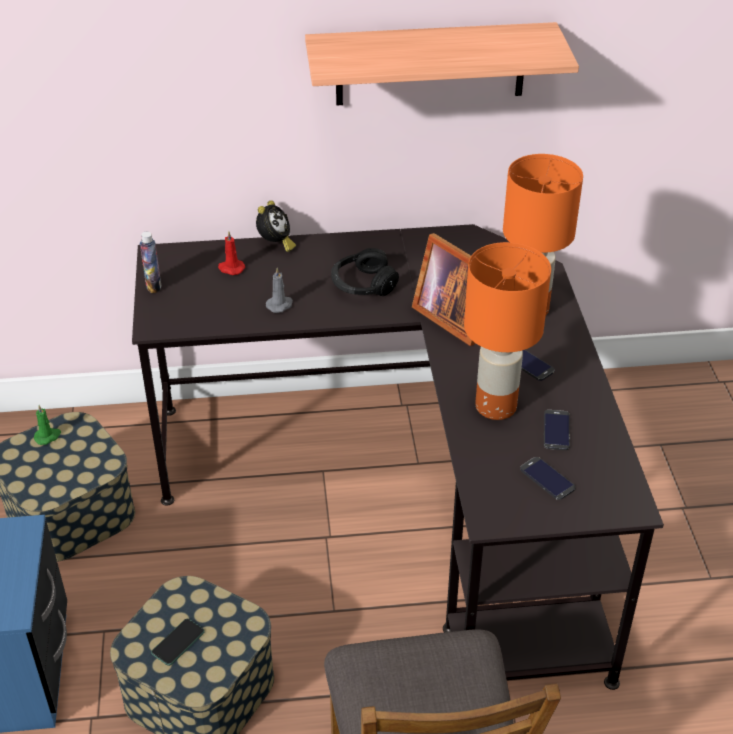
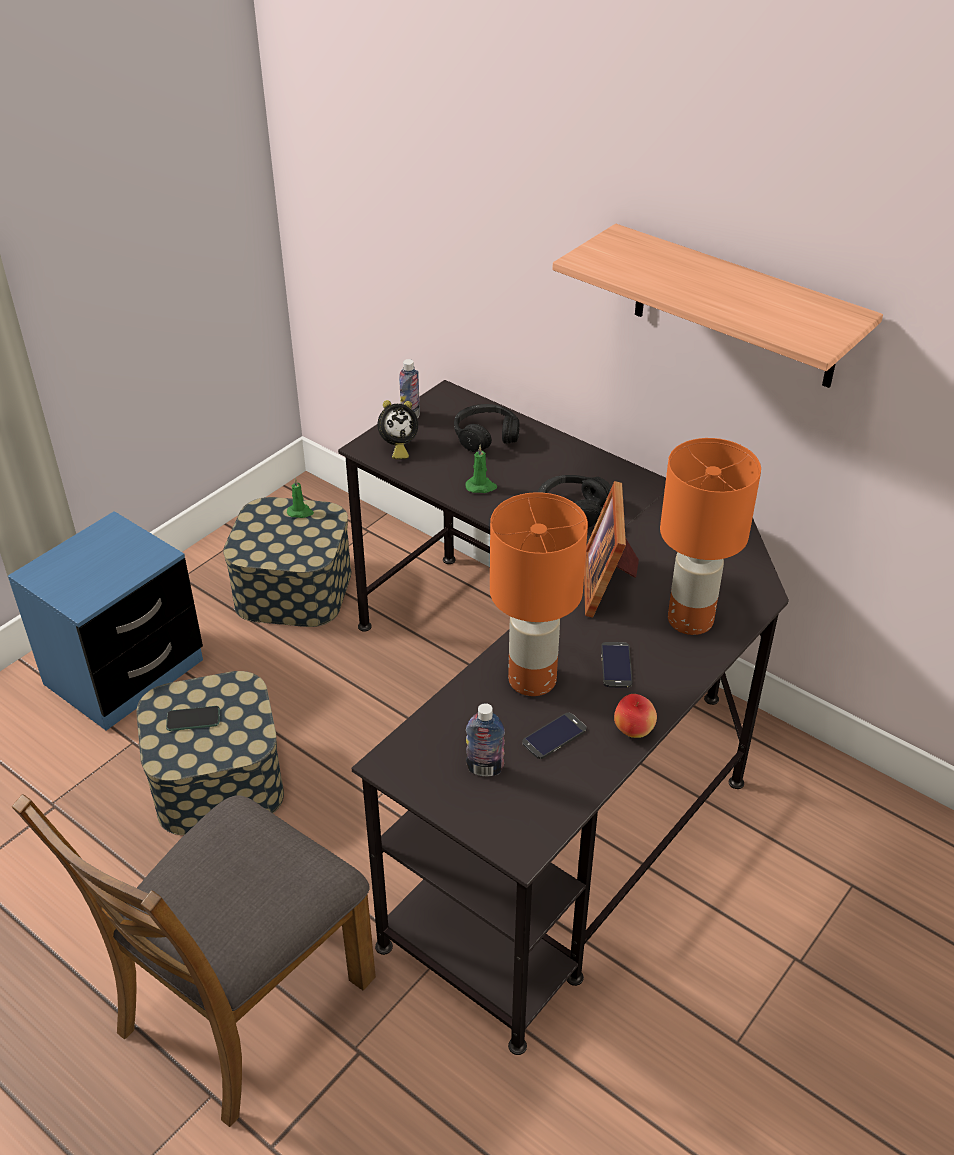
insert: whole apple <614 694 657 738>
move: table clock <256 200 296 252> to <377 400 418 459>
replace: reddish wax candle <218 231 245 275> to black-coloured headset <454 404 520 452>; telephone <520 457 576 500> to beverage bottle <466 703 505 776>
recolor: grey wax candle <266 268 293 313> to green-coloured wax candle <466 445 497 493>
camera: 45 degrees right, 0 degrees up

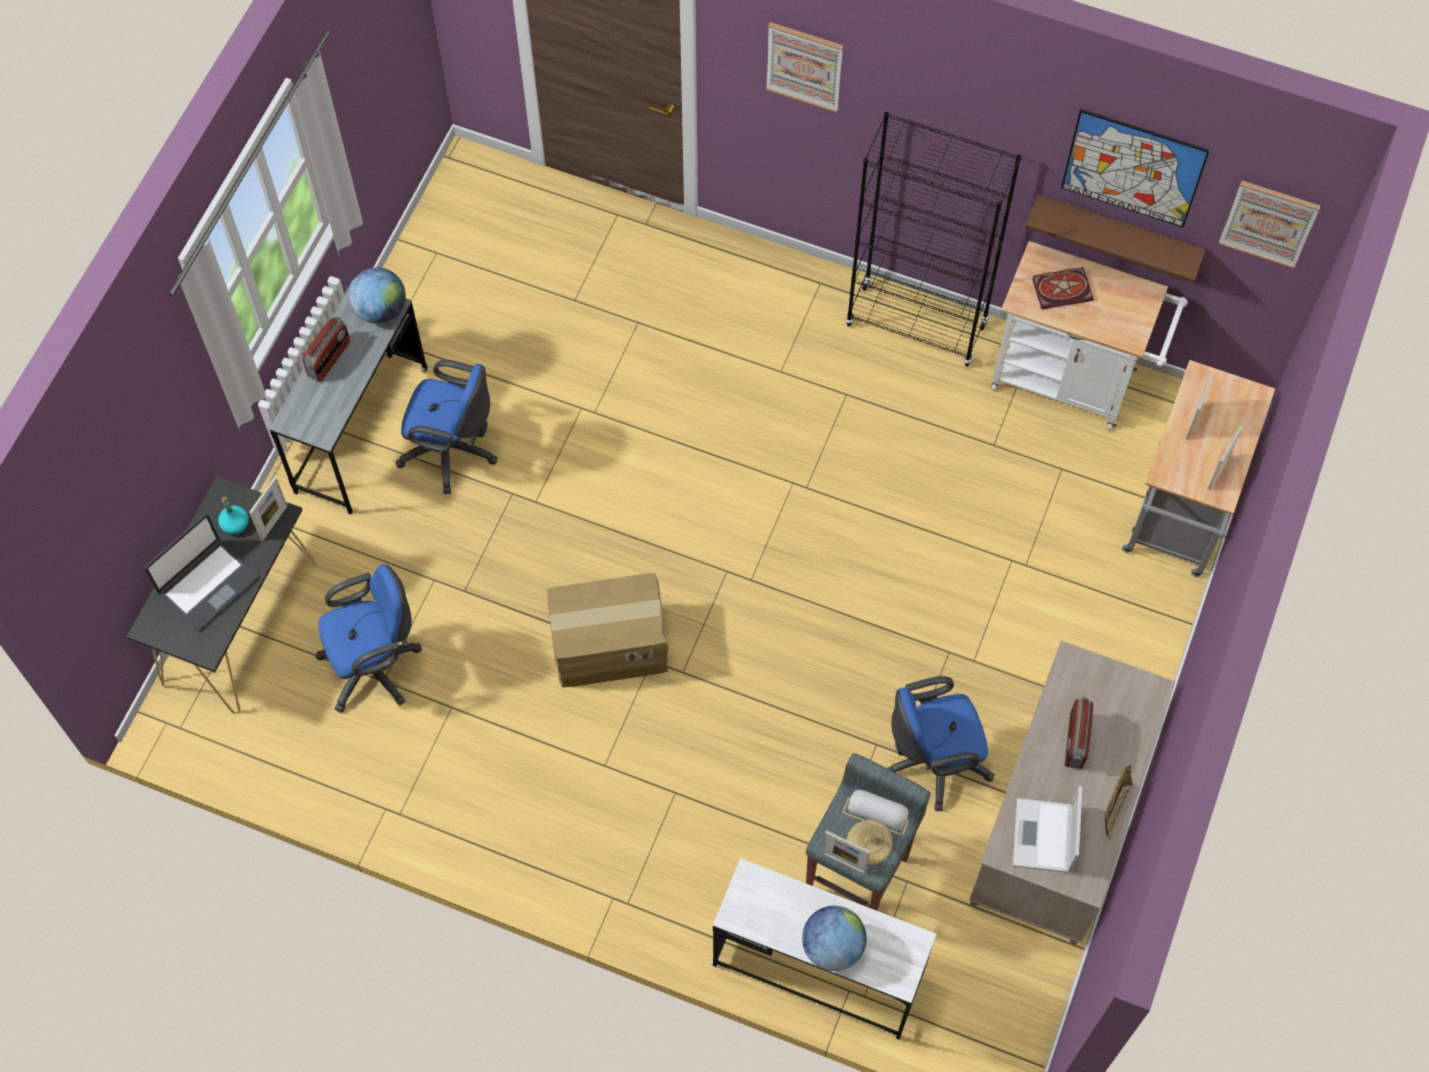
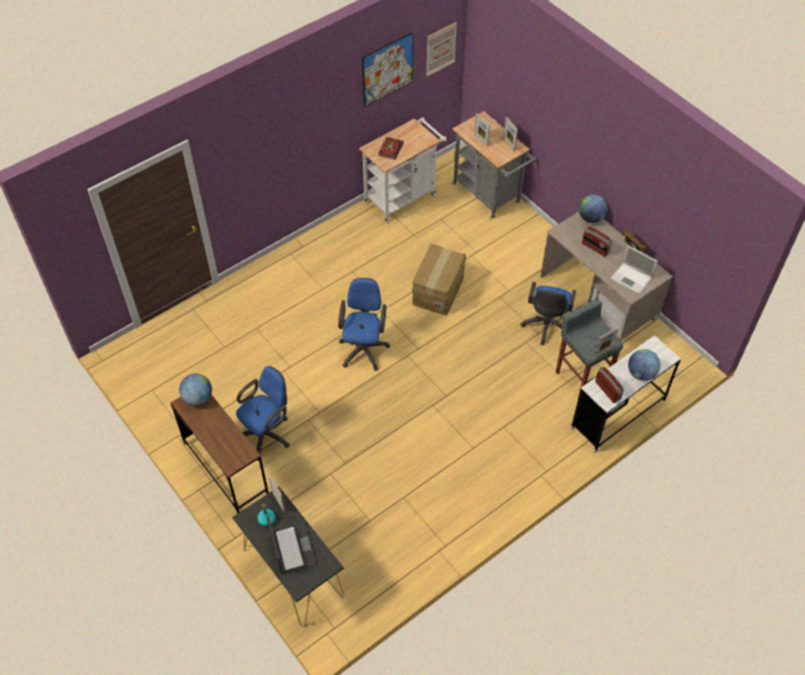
delete: wall art <766 22 843 113>; black-coloured bookshelf <846 112 1021 367>; brown shelf <1025 195 1206 283>; lamp for a table <842 790 909 864>
insert: desk globe <579 194 607 223>
move: radio set <303 317 350 382> to <595 367 624 403>; bluish computer chair <316 564 422 713> to <338 278 390 371>; carton <547 573 668 687> to <412 244 466 315>
recolor: grey desk unit <270 280 428 514> to brown desk unit <171 394 269 513>
camera: 60 degrees left, 10 degrees down

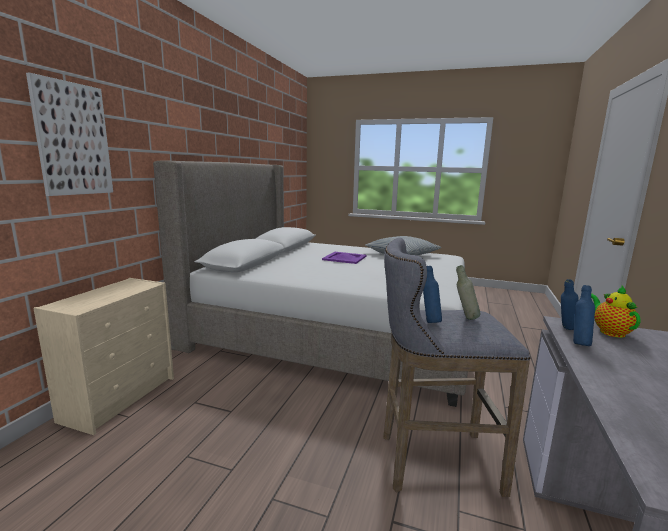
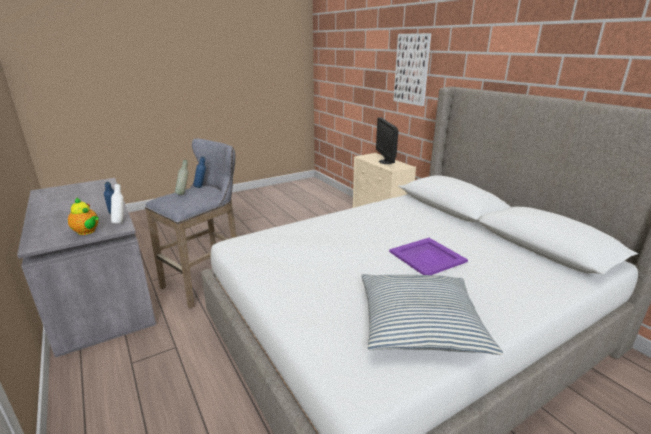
insert: monitor <376 117 398 164>
recolor: bluish beverage bottle <561 279 579 330> to white beverage bottle <111 184 124 224>
camera: 130 degrees right, 10 degrees up

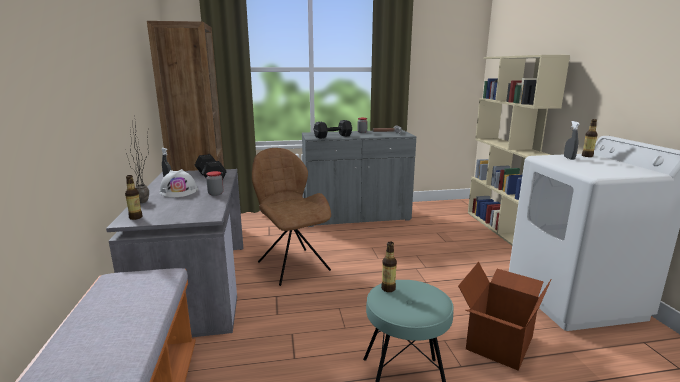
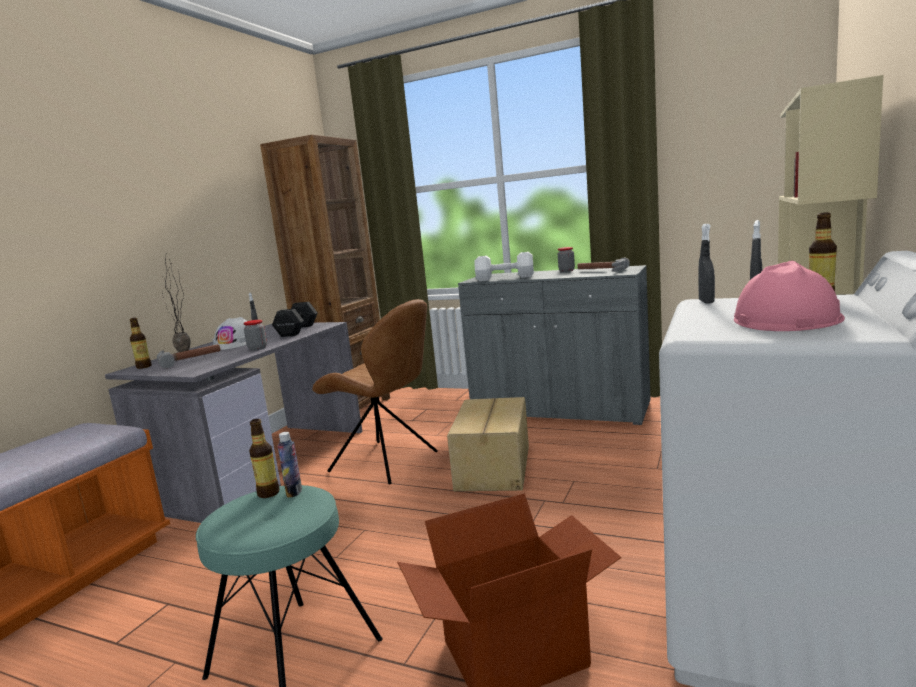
insert: grey hand sprayer <698 224 715 304>; pink work helmet <734 261 845 331>; hammer <157 344 221 368>; carton <447 397 529 491>; beverage bottle <278 432 302 498>
recolor: black-coloured hand weight <313 120 352 139> to white hand weight <474 252 534 281>
rotate: brown upright chair <252 148 331 286> = <312 299 438 485> 120 degrees clockwise
camera: 35 degrees right, 5 degrees down

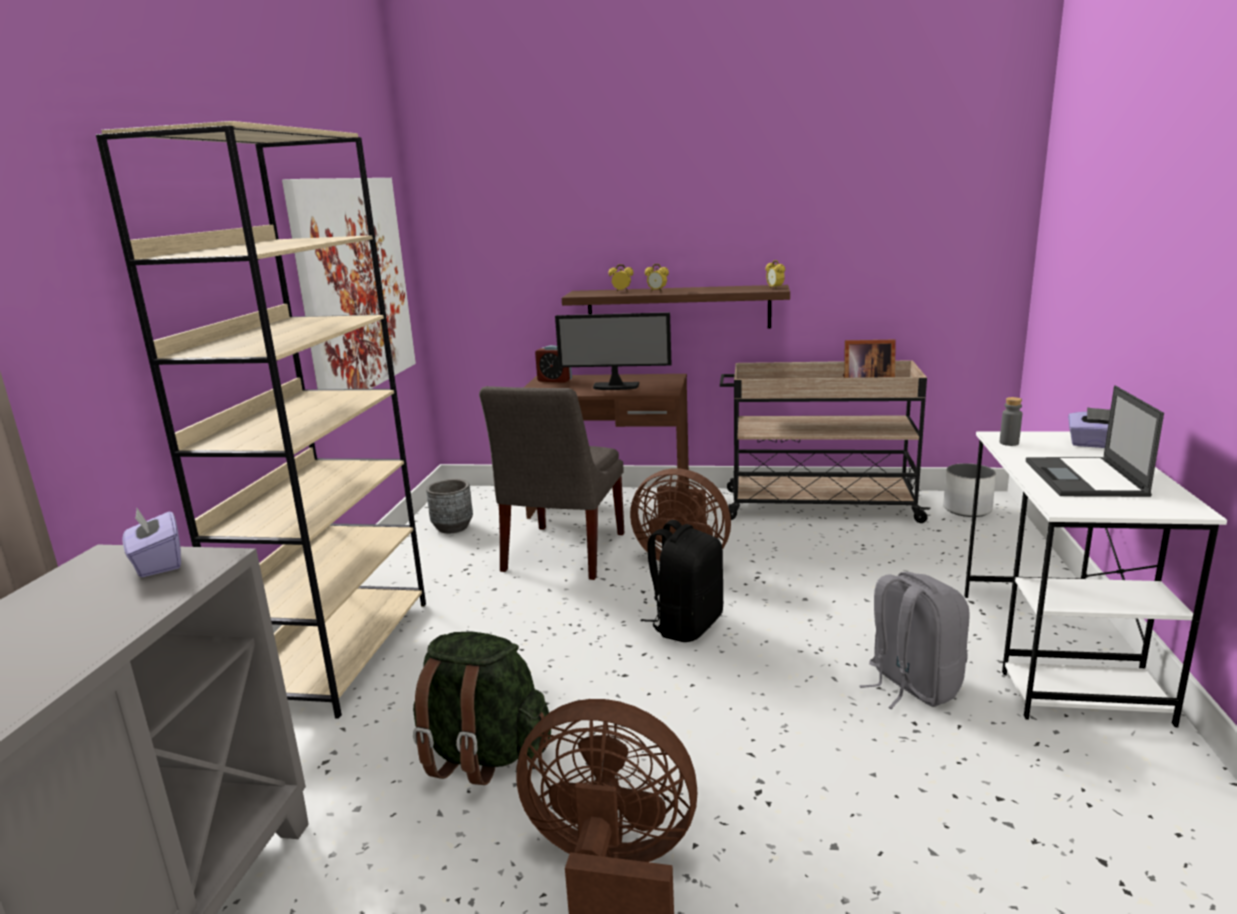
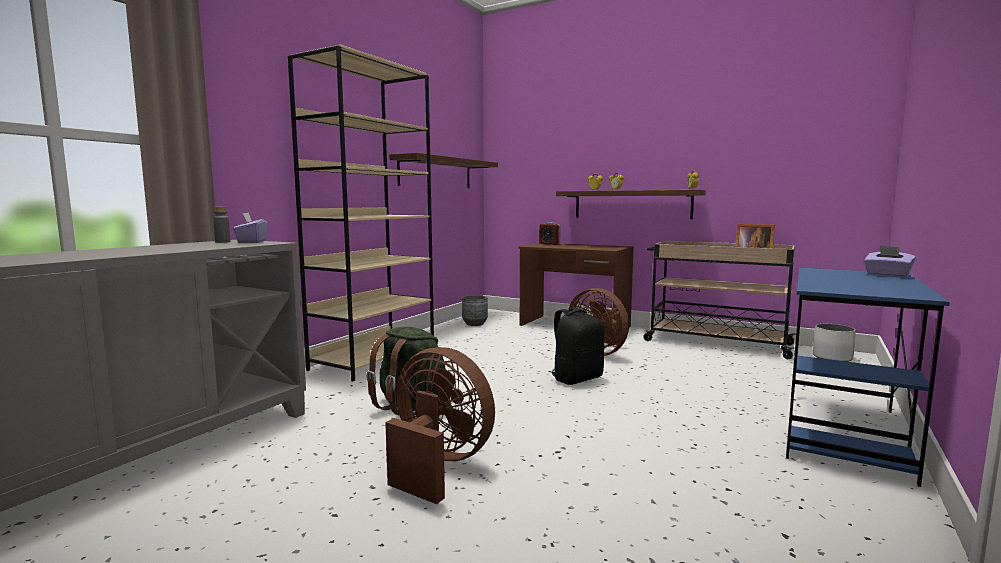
delete: monitor <555 312 672 390>; grey upright chair <479 386 624 580>; laptop <1026 386 1164 497>; grey knapsack <859 572 969 709>
move: grey beverage bottle <1000 397 1022 446> to <213 207 230 243>
replace: wall art <282 178 416 389> to shelf <389 153 498 188>
recolor: white desk unit <964 431 1227 727> to bluish desk unit <786 268 950 487>
camera: 20 degrees right, 10 degrees down

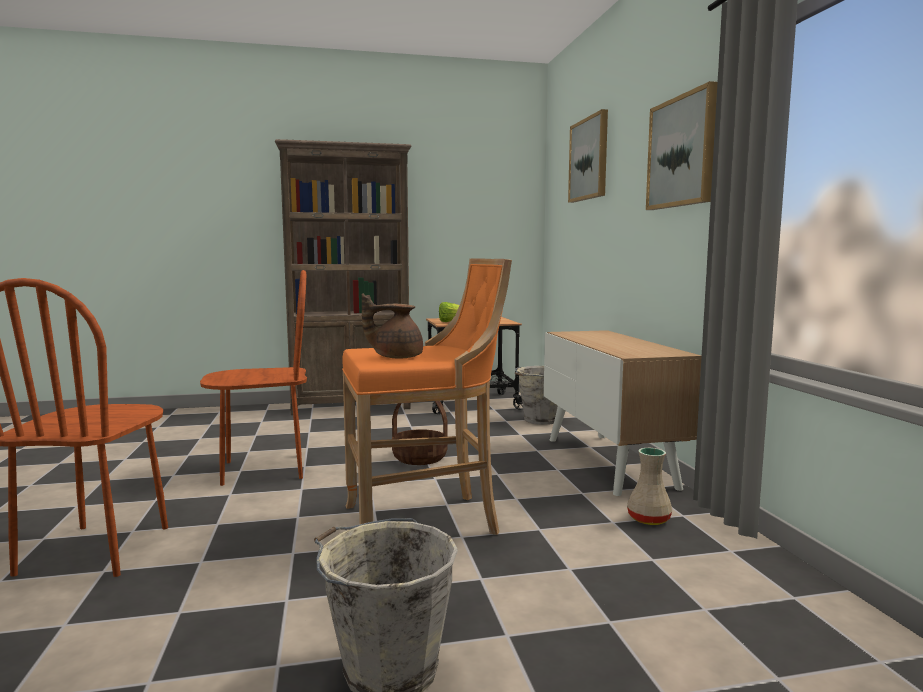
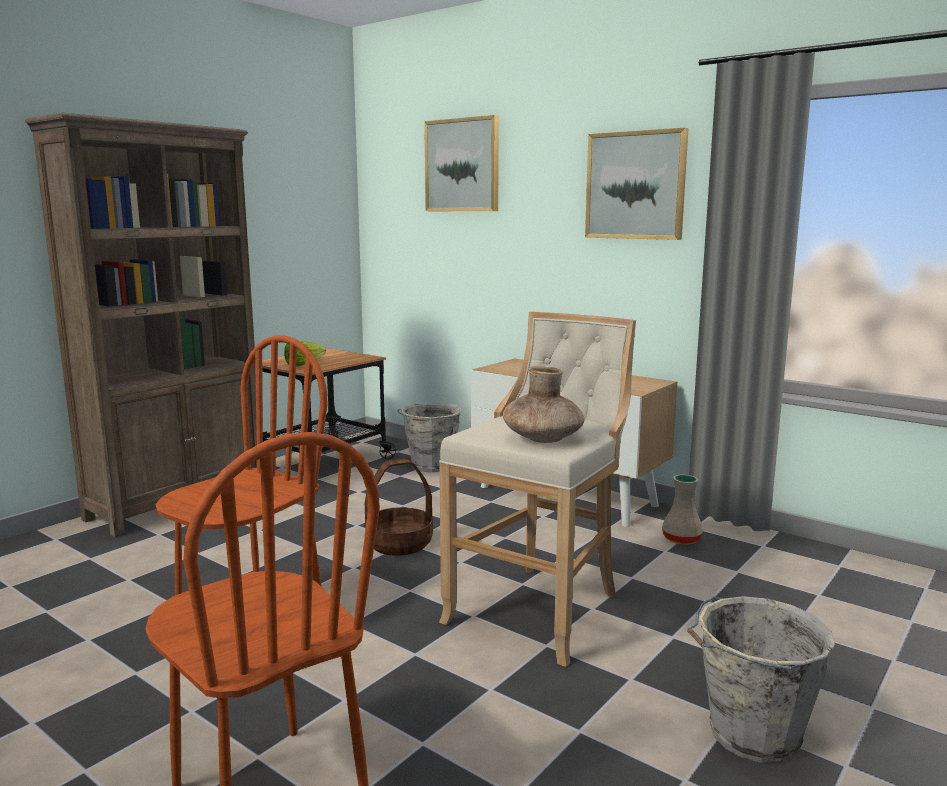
replace: brown teapot <362 293 423 359> to brown flower vase <503 366 585 443>
recolor: orangey sitting stool <342 259 512 535> to sand-coloured sitting stool <439 312 636 667>
camera: 40 degrees left, 5 degrees up

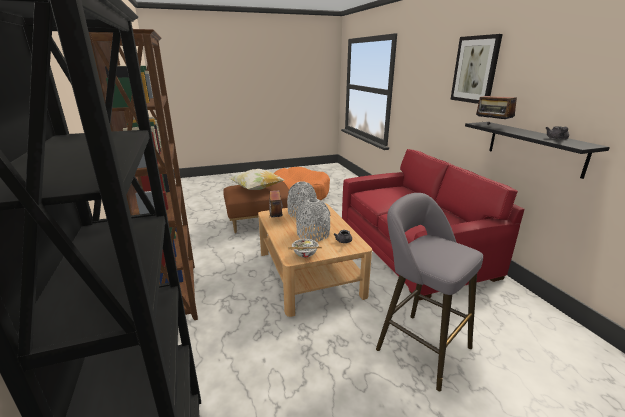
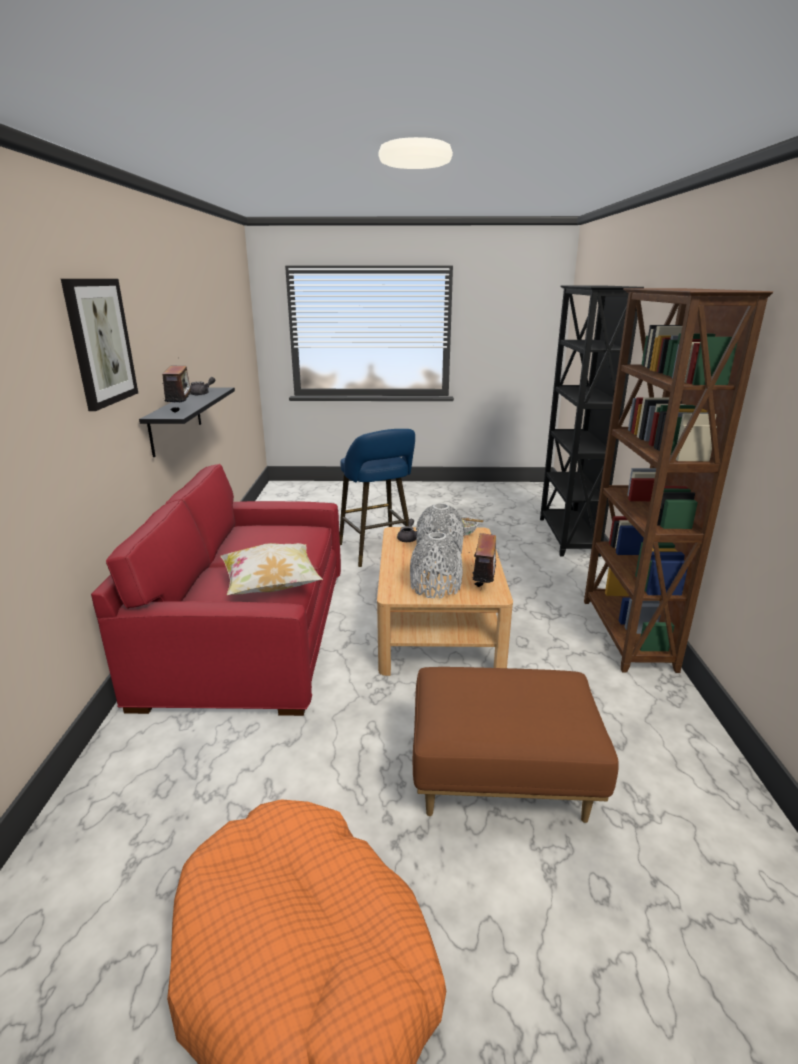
move: throw pillow <229 169 284 190> to <220 543 323 595>
recolor: grey sitting stool <376 193 483 391> to bluish sitting stool <339 429 415 567>
camera: 160 degrees left, 0 degrees up

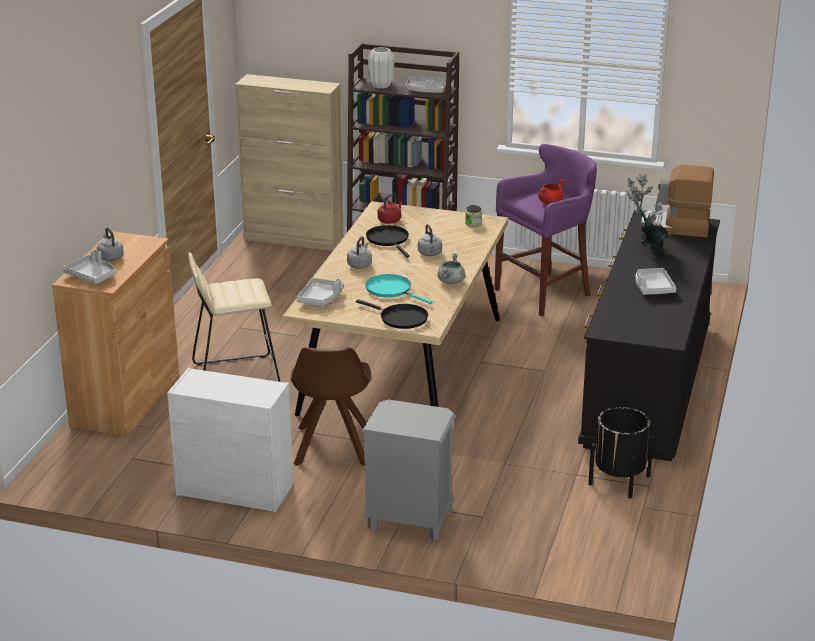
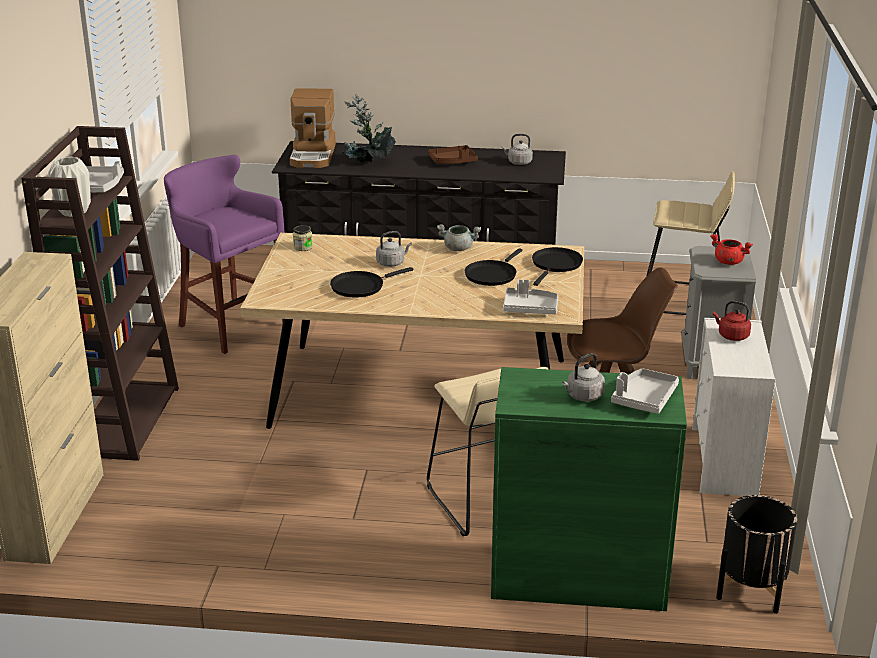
insert: sand-coloured sitting stool <647 171 735 315>
move: reddish cooking pot <538 179 565 204> to <710 234 753 265>; reddish kettle <378 194 403 224> to <713 301 751 341>; grey kettle <347 236 372 269> to <502 134 533 165>; black-coloured flower pot <588 407 654 499> to <716 495 797 614>
recolor: brown cabinet <52 231 179 436> to green-coloured cabinet <491 367 687 611>; grey tray <635 268 677 295> to brown tray <428 145 478 164>; blue-green pan <365 274 432 304> to black-coloured pan <465 248 523 286>
camera: 100 degrees left, 0 degrees up

